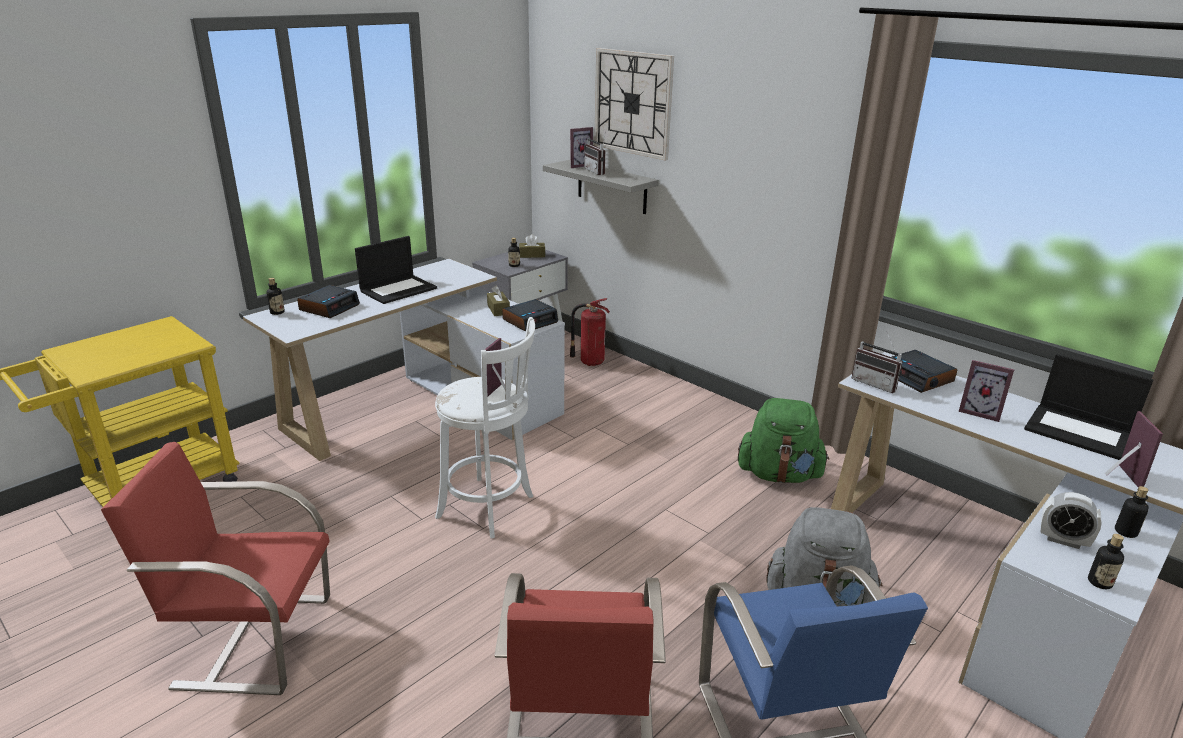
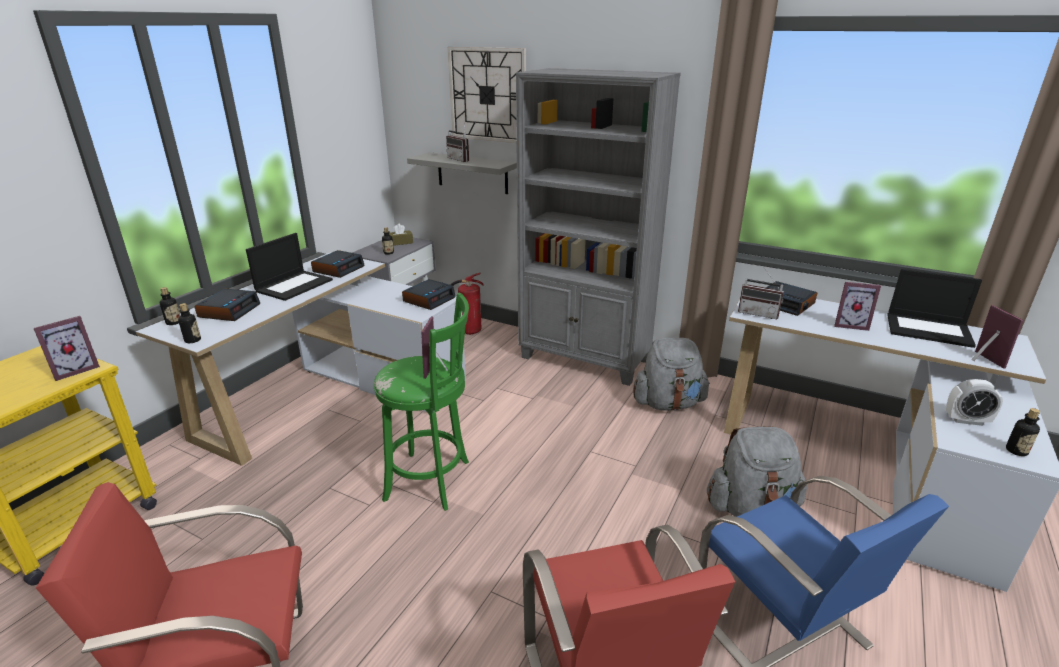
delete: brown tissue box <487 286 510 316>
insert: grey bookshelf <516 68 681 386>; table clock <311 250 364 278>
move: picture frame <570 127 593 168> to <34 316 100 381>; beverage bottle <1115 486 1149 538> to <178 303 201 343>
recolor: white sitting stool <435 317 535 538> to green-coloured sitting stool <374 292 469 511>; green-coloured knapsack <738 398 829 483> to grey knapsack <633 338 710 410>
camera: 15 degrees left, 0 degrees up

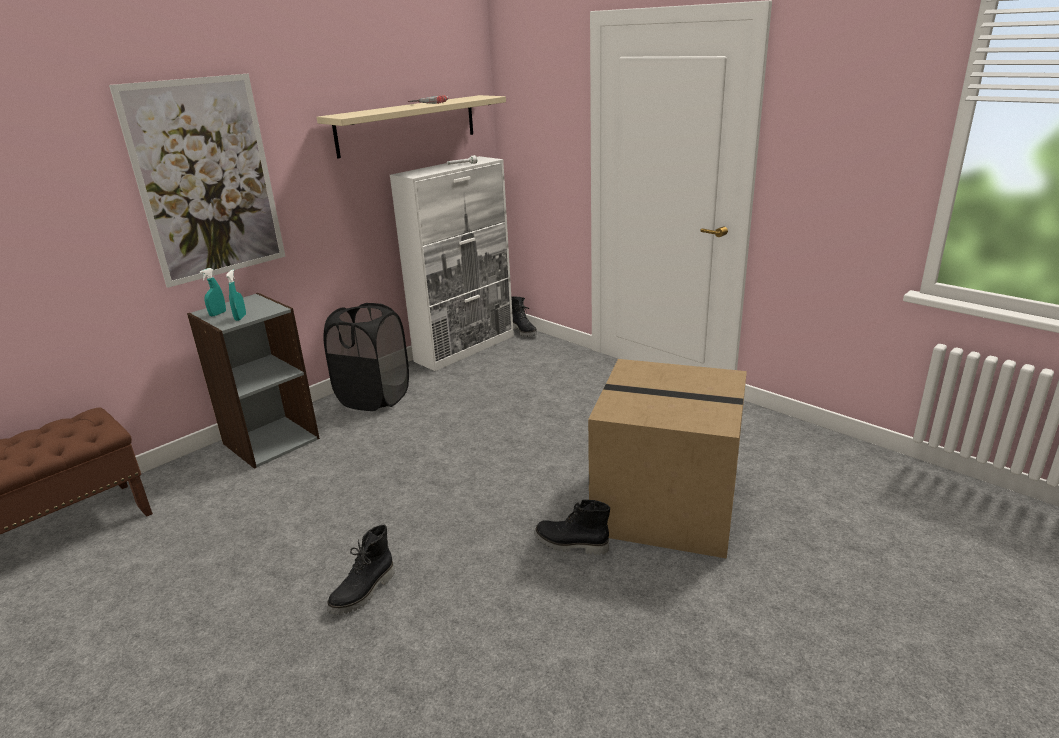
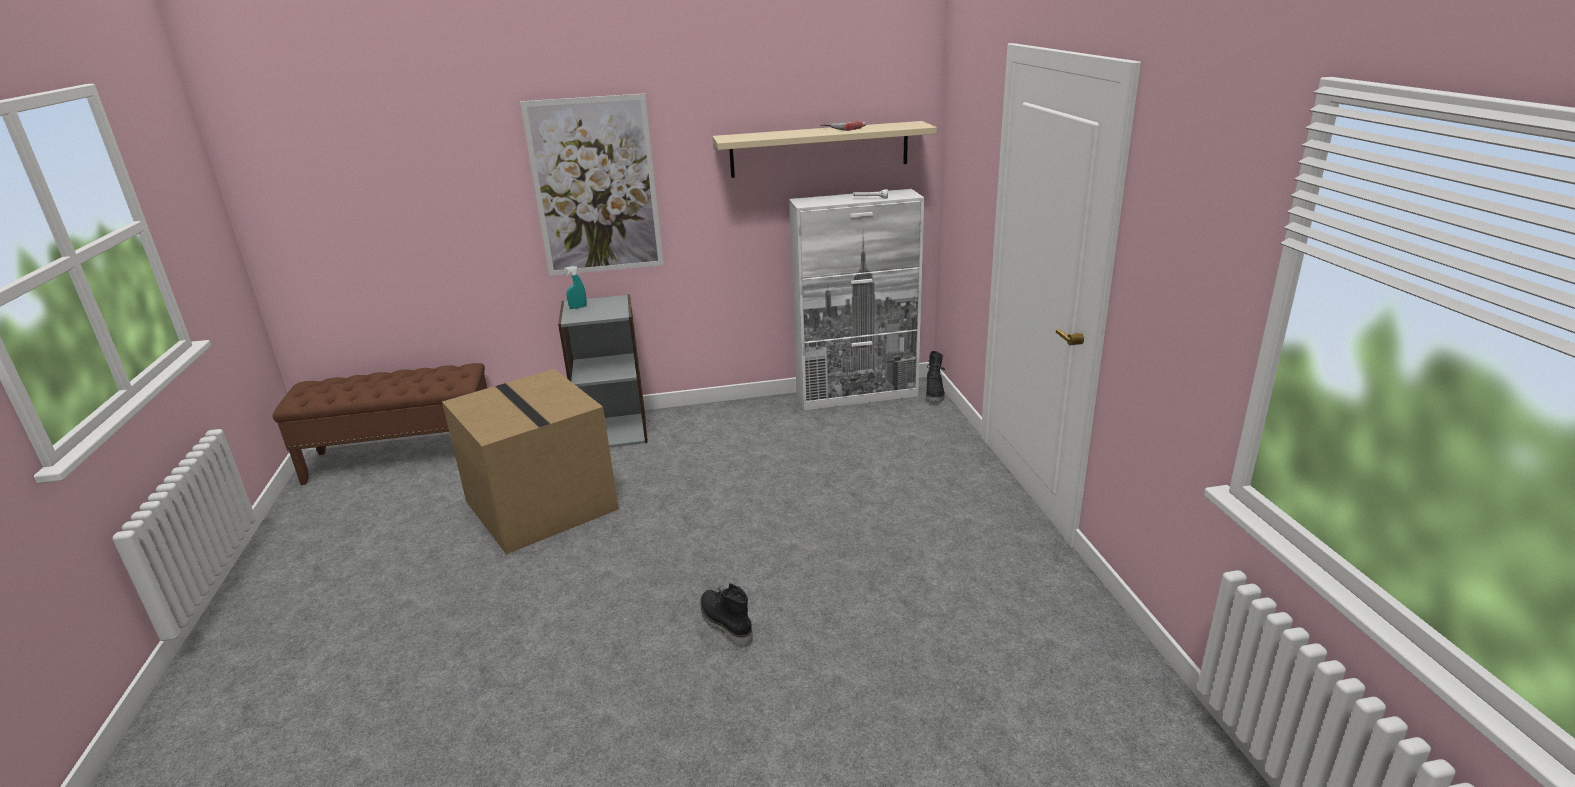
delete: blue-green hand sprayer <226 270 246 321>; black-coloured hamper <323 303 409 411>; black-coloured high-top boot <327 525 395 615>
move: carton <588 359 747 559> to <442 369 619 554>
camera: 35 degrees right, 0 degrees up

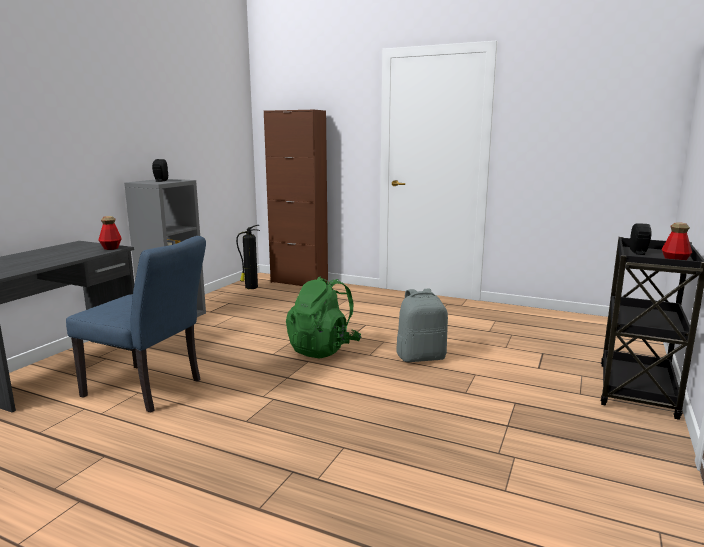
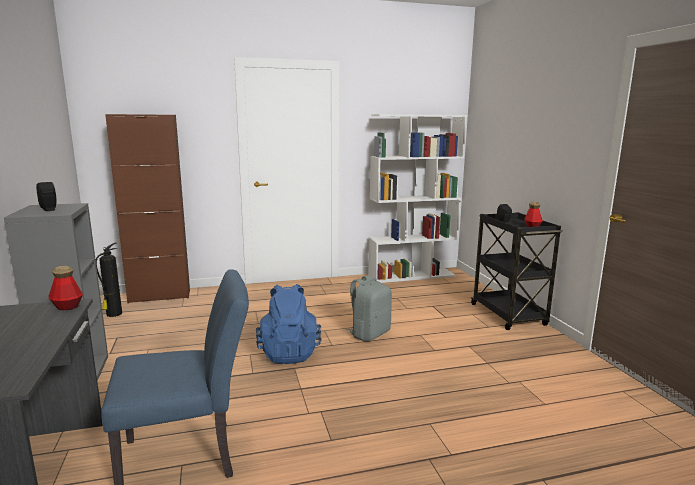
insert: white bookshelf <368 114 467 283>
recolor: green-coloured knapsack <286 276 361 359> to bluish knapsack <256 284 321 364>
camera: 40 degrees left, 0 degrees up

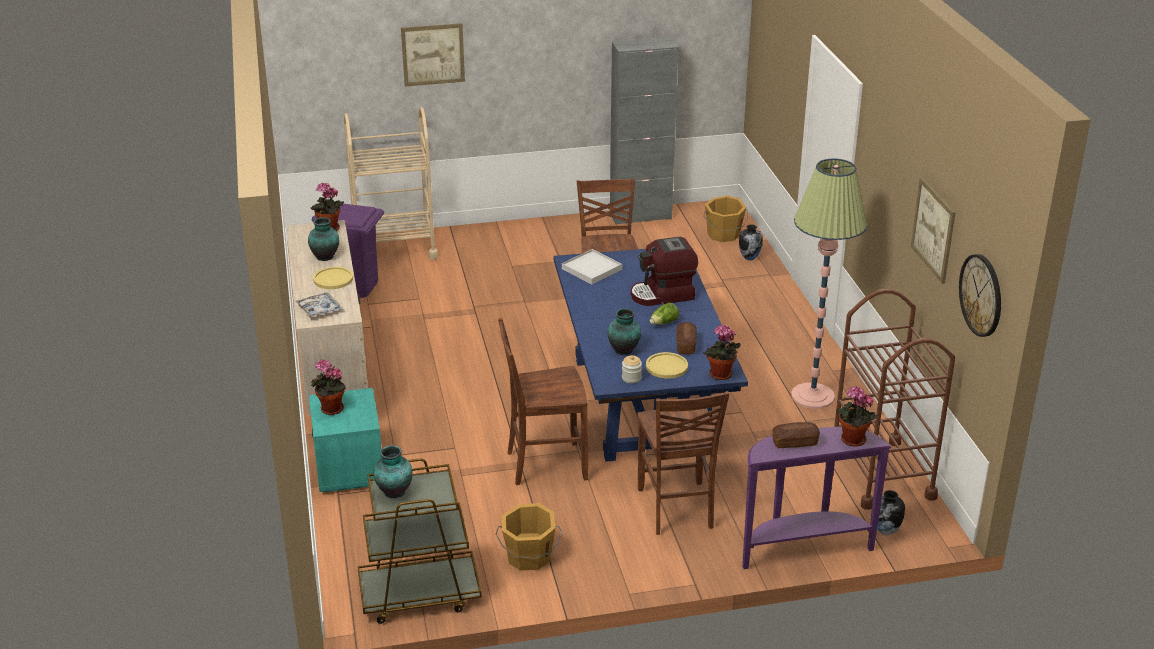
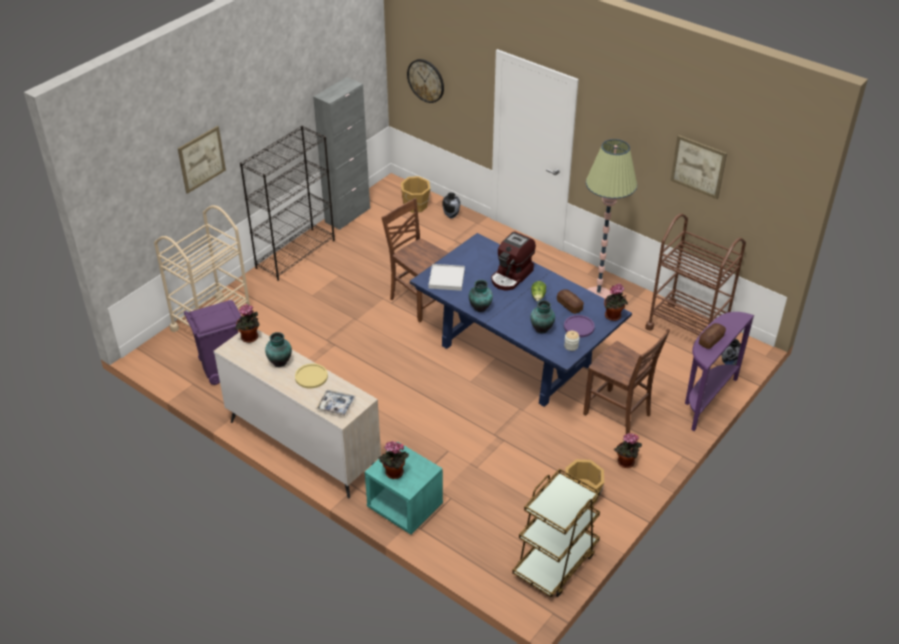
delete: brown upright chair <498 318 588 485>
insert: black-coloured bookshelf <240 126 335 281>
move: wall clock <959 254 1001 337> to <407 59 444 103>; plant in a pot <836 386 877 447> to <614 433 642 468>; flower vase <373 445 413 498> to <469 280 493 312>
recolor: yellow-coloured dinner plate <646 352 688 379> to purple dinner plate <564 315 595 337>
camera: 40 degrees left, 10 degrees up

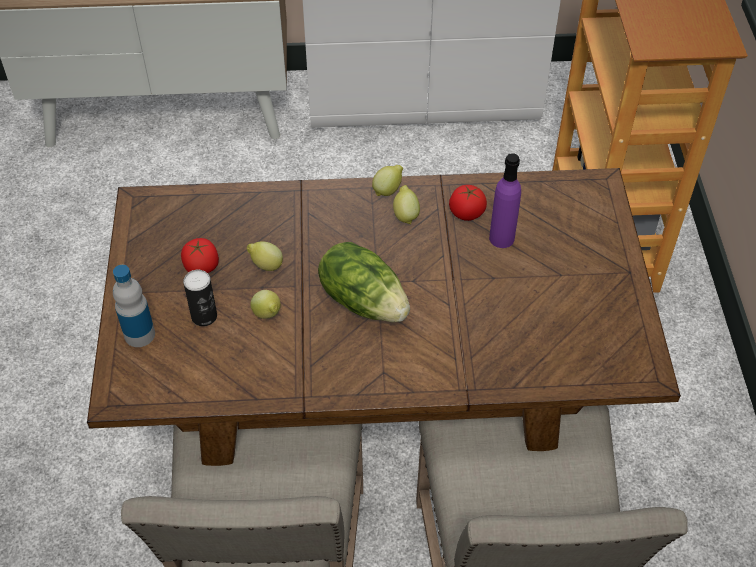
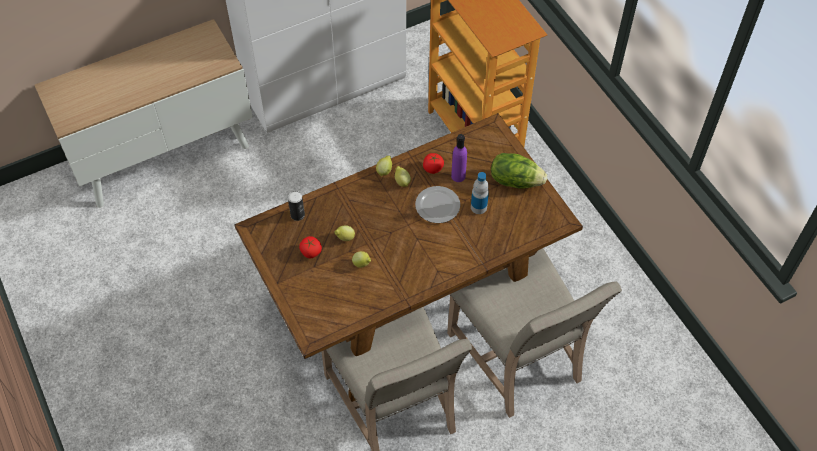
insert: dinner plate <415 186 460 223>
move: lettuce <318 242 410 322> to <491 153 547 189>; beverage bottle <113 265 155 347> to <471 172 489 214>; can <183 270 217 326> to <288 191 305 221>
camera: 25 degrees left, 5 degrees up

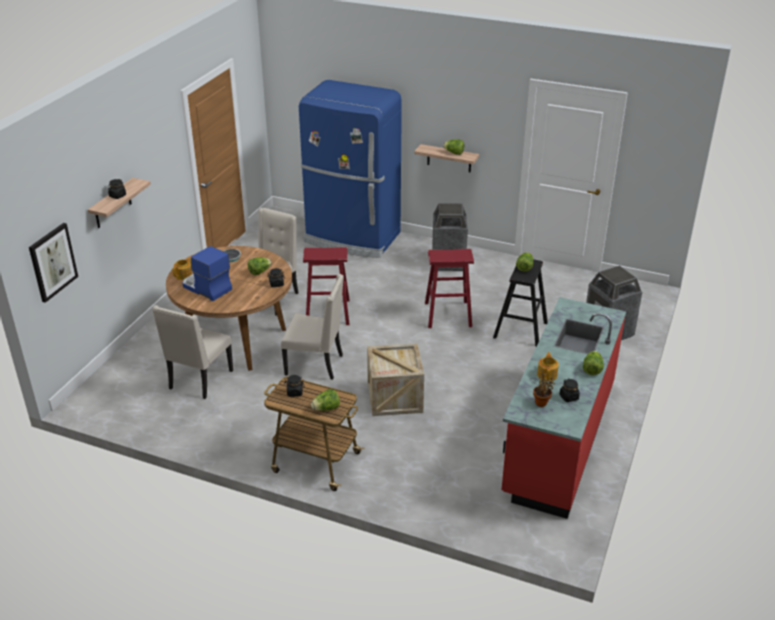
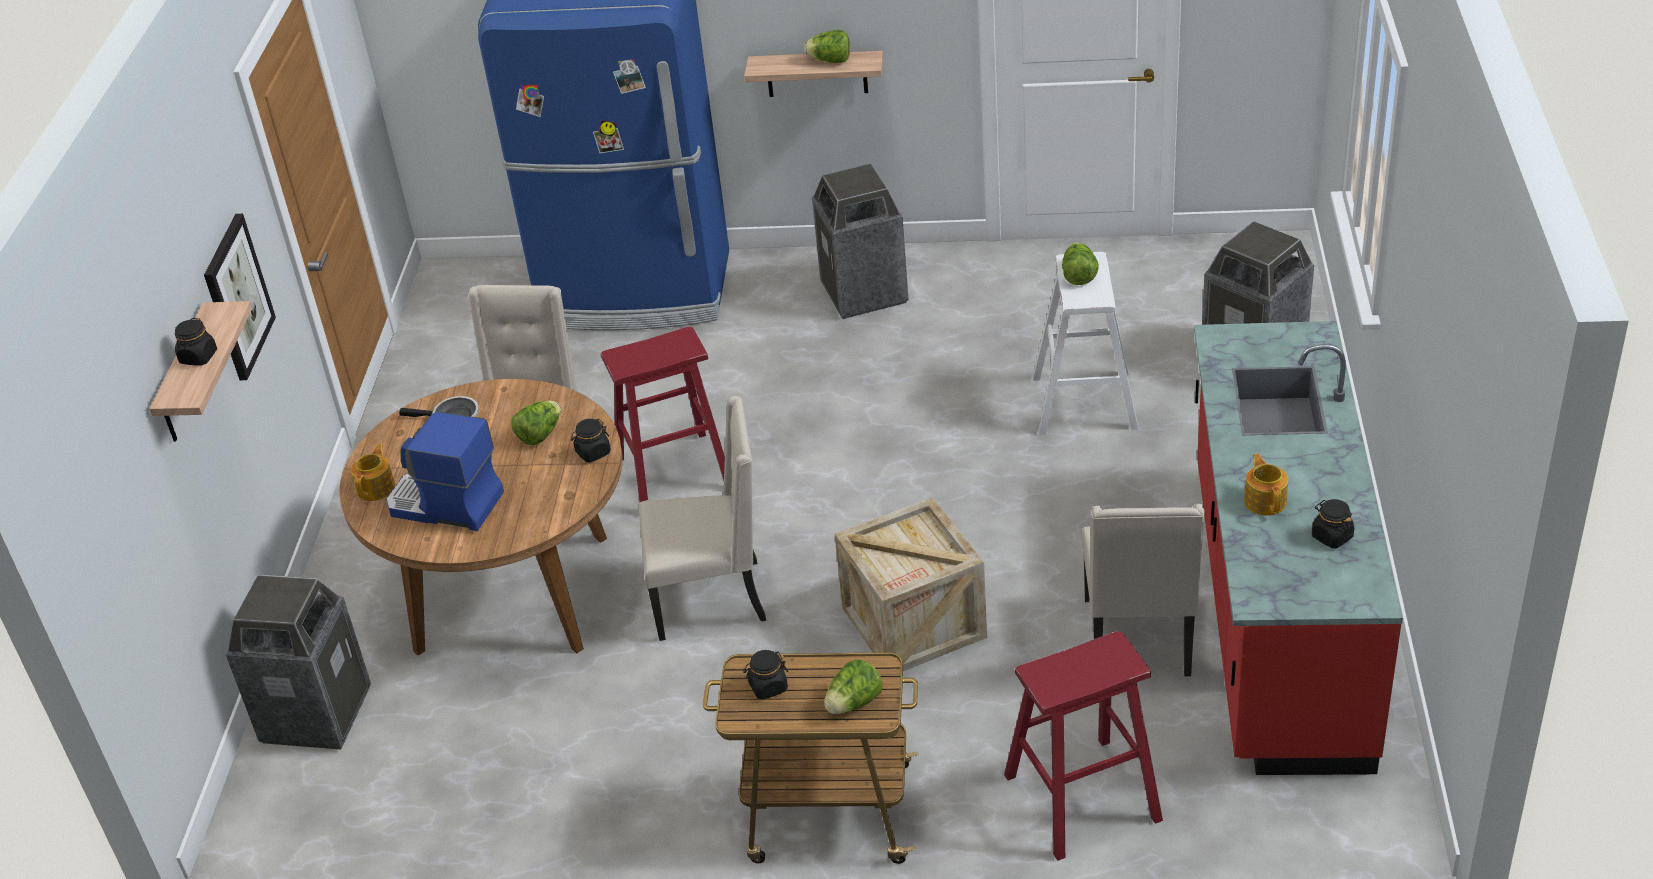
delete: lettuce <583 351 604 375>; plant in a pot <533 373 555 407>
insert: trash can <226 575 371 749>
move: wall art <29 223 78 303> to <204 214 276 380>; reddish sitting stool <425 249 474 328> to <1004 631 1163 861>; sand-coloured upright chair <152 305 233 399> to <1082 504 1205 677>
recolor: black-coloured sitting stool <493 259 548 347> to white sitting stool <1032 252 1138 435>
camera: 15 degrees left, 5 degrees up

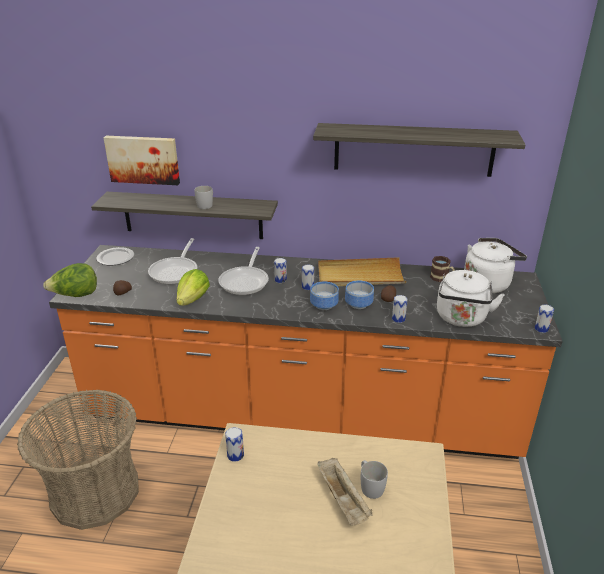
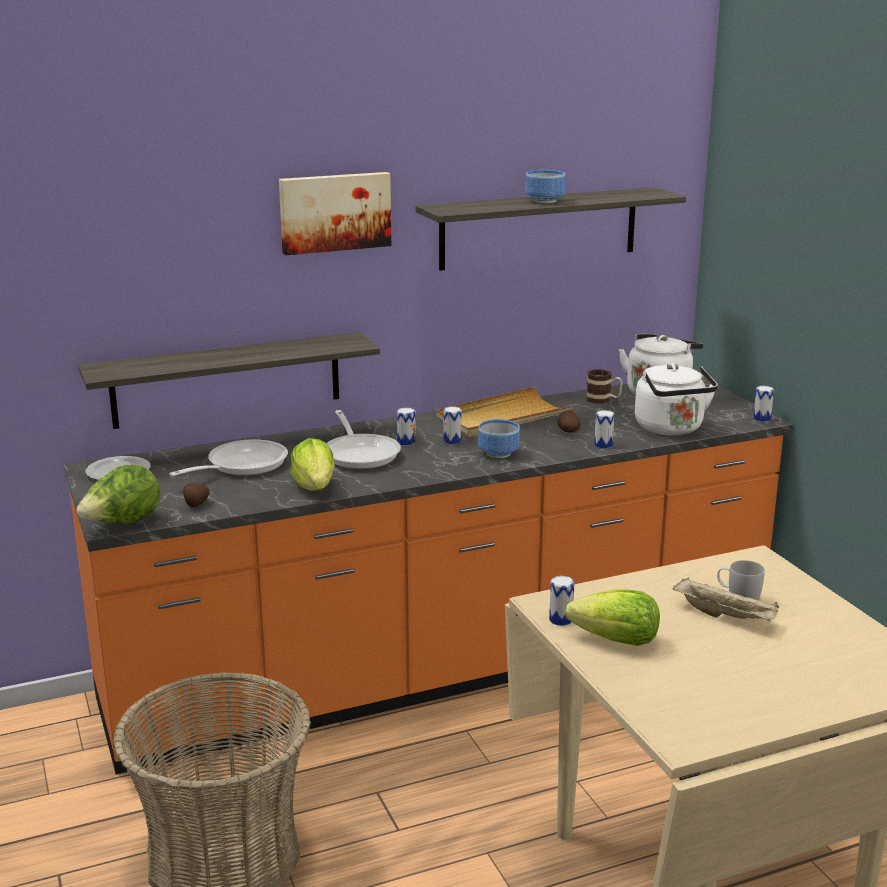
delete: white mug <195 186 213 209>
insert: lettuce <565 589 660 646>
move: wall art <104 136 180 185> to <279 172 391 255>; bowl <345 280 374 309> to <525 170 565 203>
rotate: pan <148 238 197 284> = <169 439 288 476> 120 degrees counterclockwise
camera: 30 degrees left, 10 degrees down

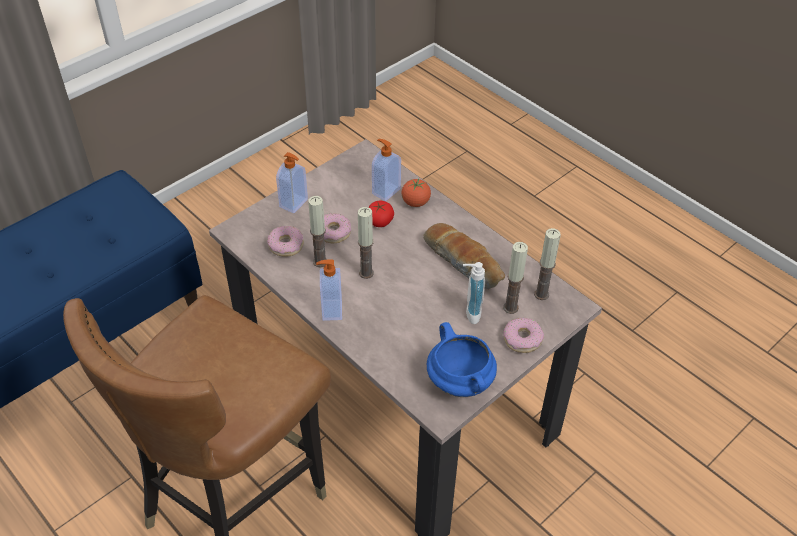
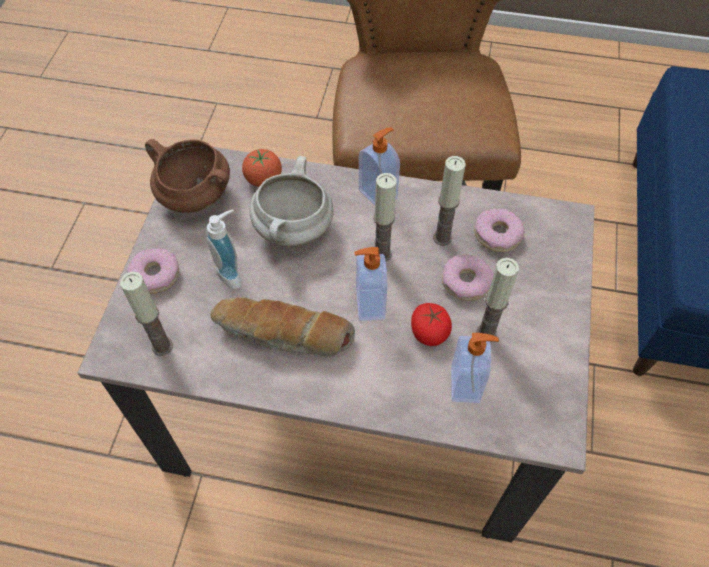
insert: white cooking pot <249 156 333 247>
move: liquid soap bottle <276 152 308 213> to <354 247 387 321>; fresh tomato <401 179 431 207> to <242 149 282 187>; wax candle <503 242 528 314> to <476 258 519 342>
recolor: bluish cooking pot <427 322 497 397> to brown cooking pot <145 139 230 213>
camera: 145 degrees right, 10 degrees up

